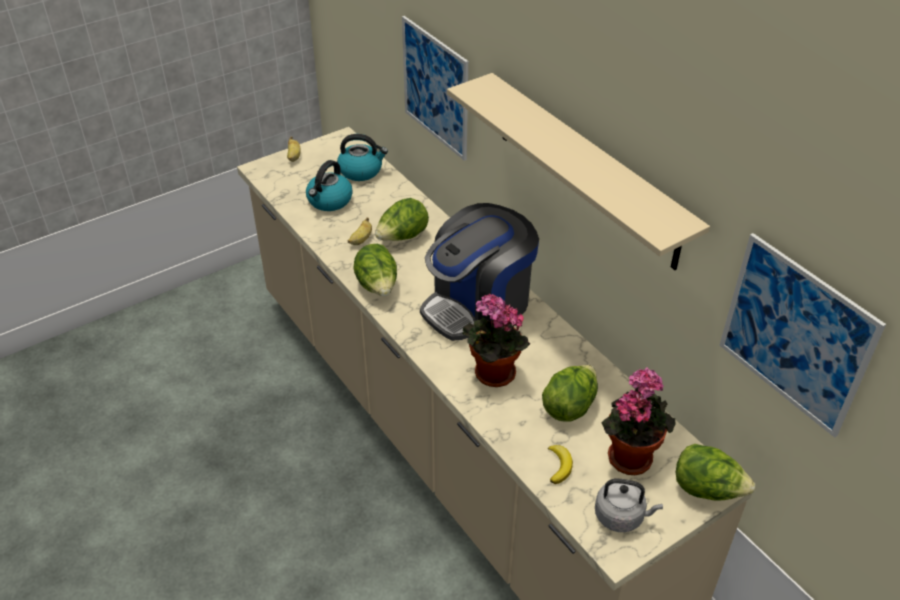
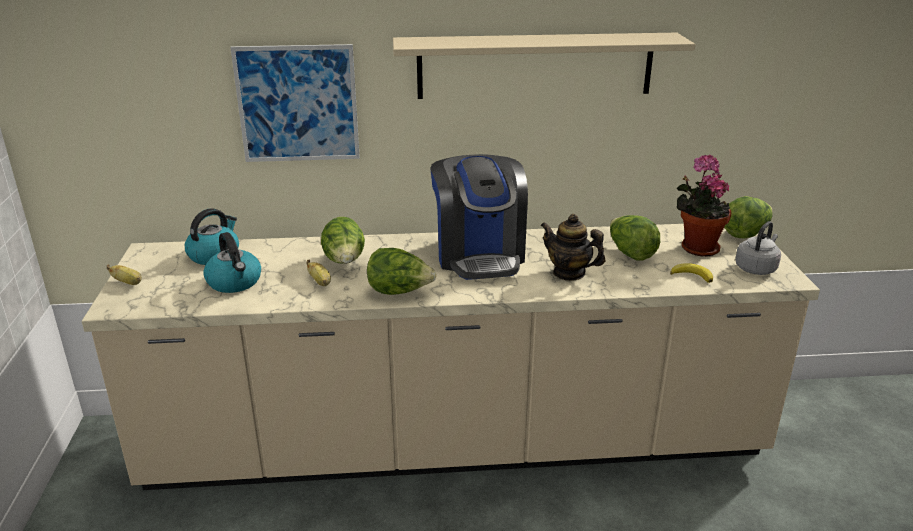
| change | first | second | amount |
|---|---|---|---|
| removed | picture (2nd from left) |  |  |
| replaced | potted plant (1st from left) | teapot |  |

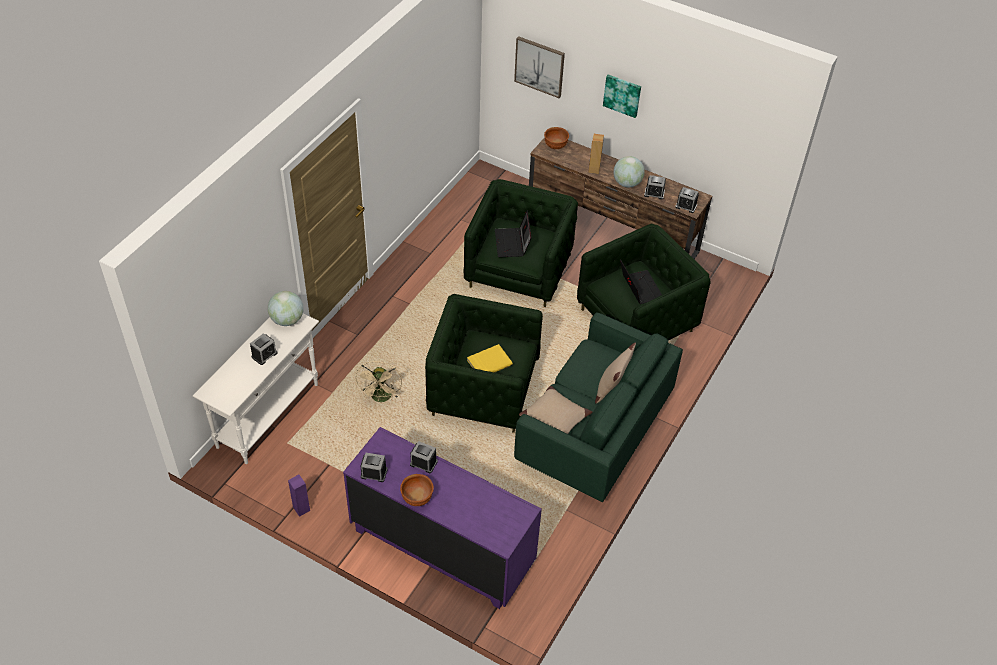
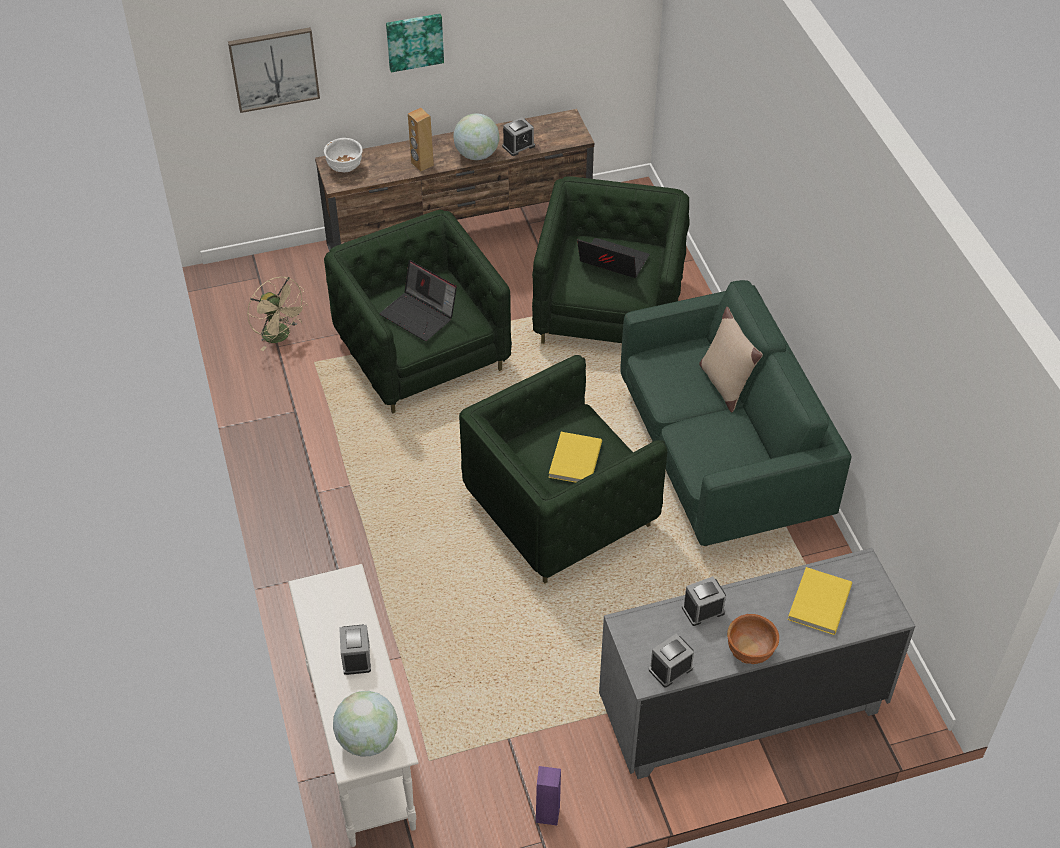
| change | first | second | amount |
|---|---|---|---|
| recoloured | bowl/brown (2nd from left) | bowl/white |  |
| removed | alarm clock (5th from left) |  |  |
| moved | globe (1st from left) |  |  |
| moved | fan/beige |  |  |
| removed | pillow/beige (1st from left) |  |  |
| recoloured | dresser/purple | dresser/grey |  |
| added |  | book/yellow (2nd from left) |  |

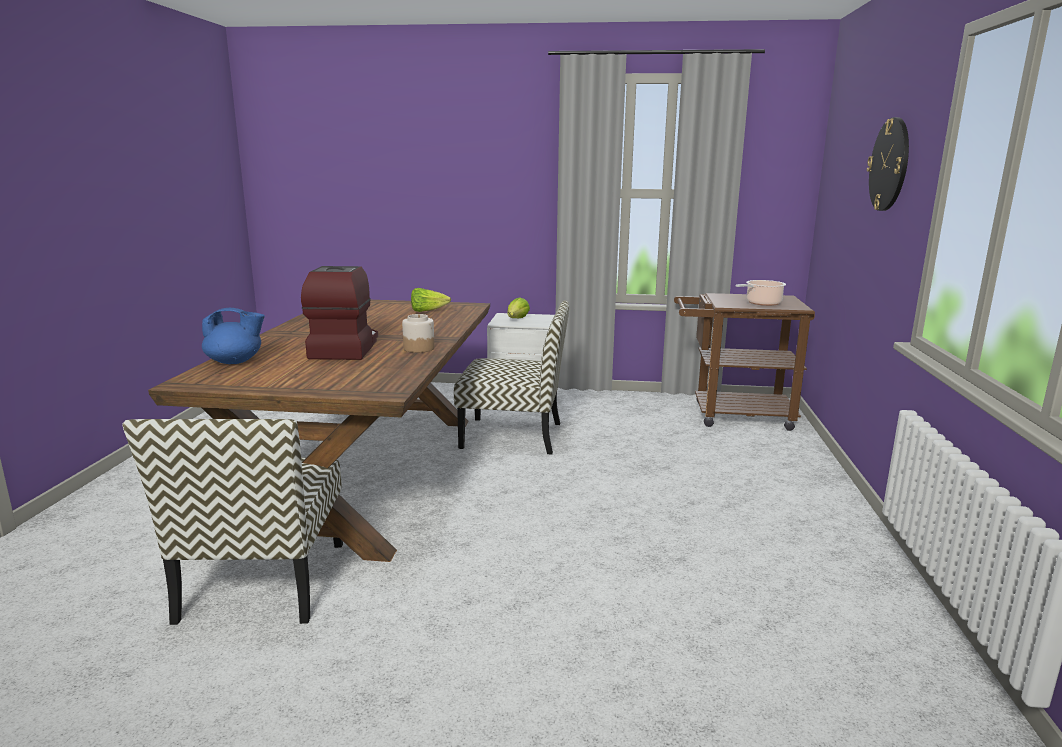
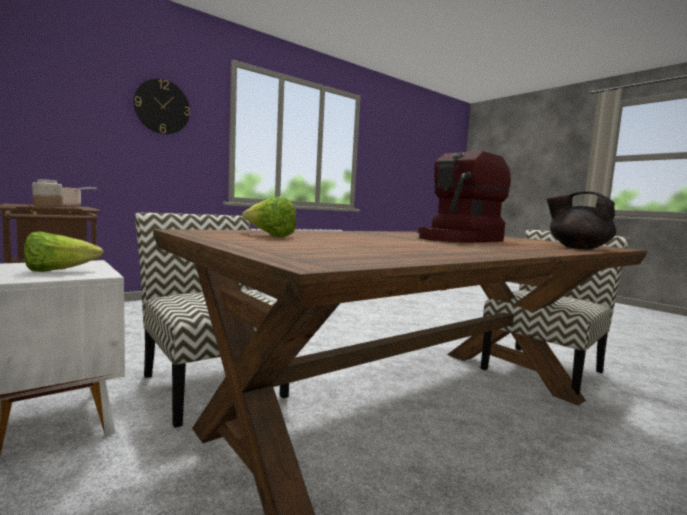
| change | first | second | amount |
|---|---|---|---|
| recoloured | teapot/blue | teapot/black |  |
| moved | jar |  |  |

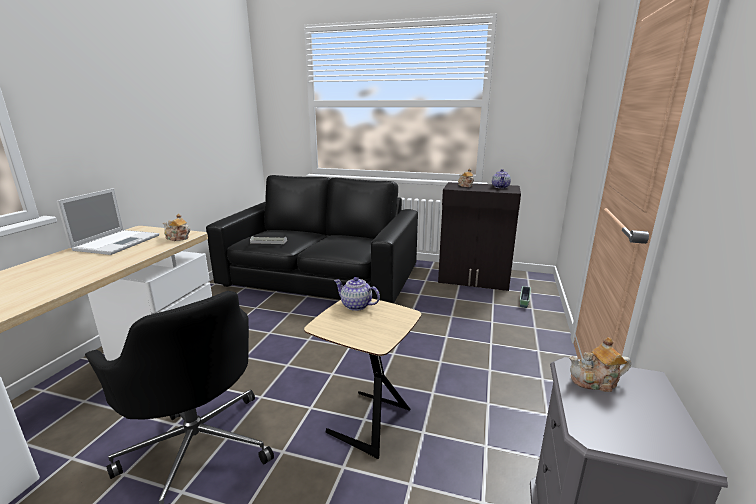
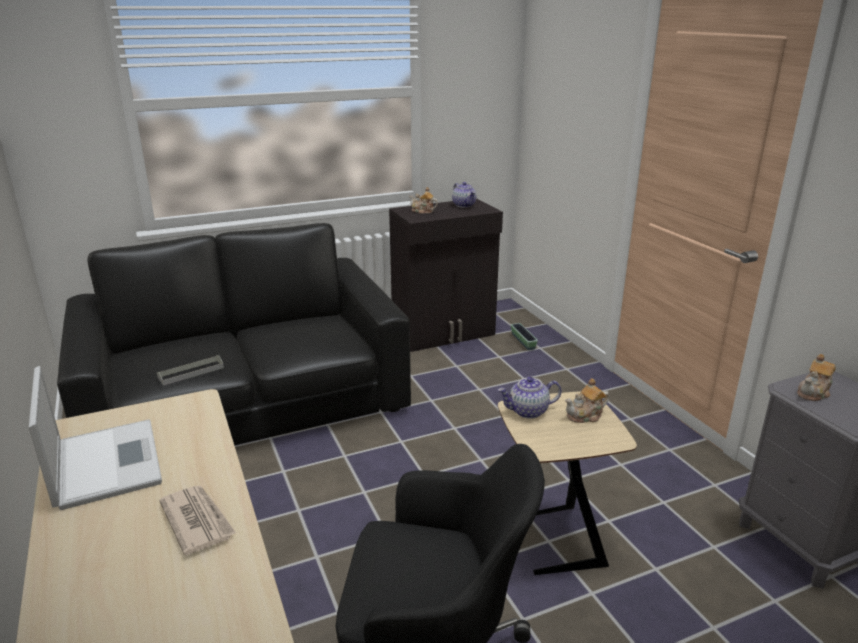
| change | first | second | amount |
|---|---|---|---|
| moved | teapot (1st from left in the first image) | teapot (4th from left) |  |
| added |  | newspaper |  |

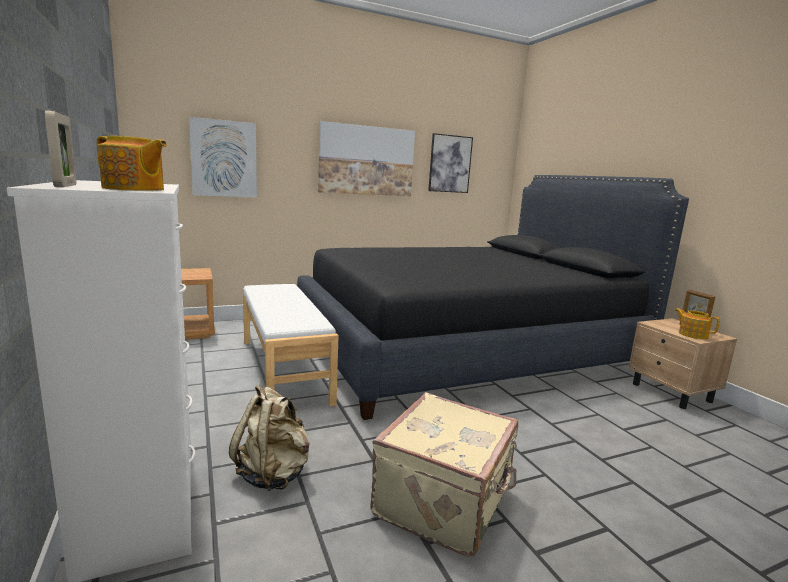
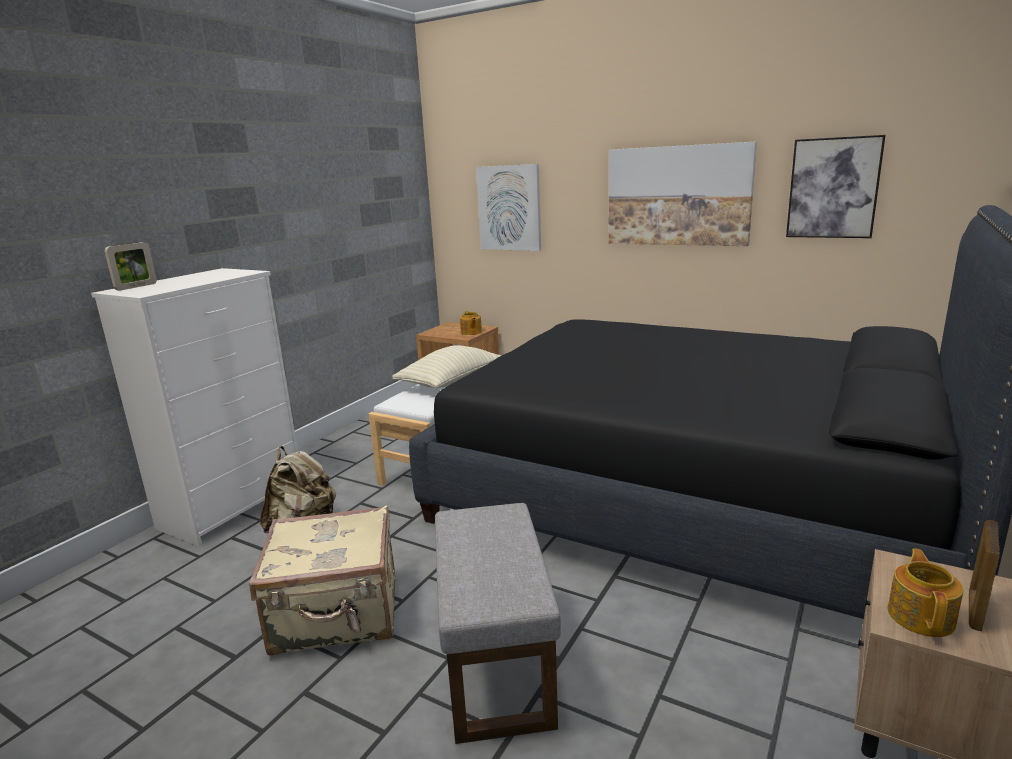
| change | first | second | amount |
|---|---|---|---|
| moved | teapot (1st from left) |  |  |
| added |  | pillow/beige |  |
| added |  | ottoman/grey |  |

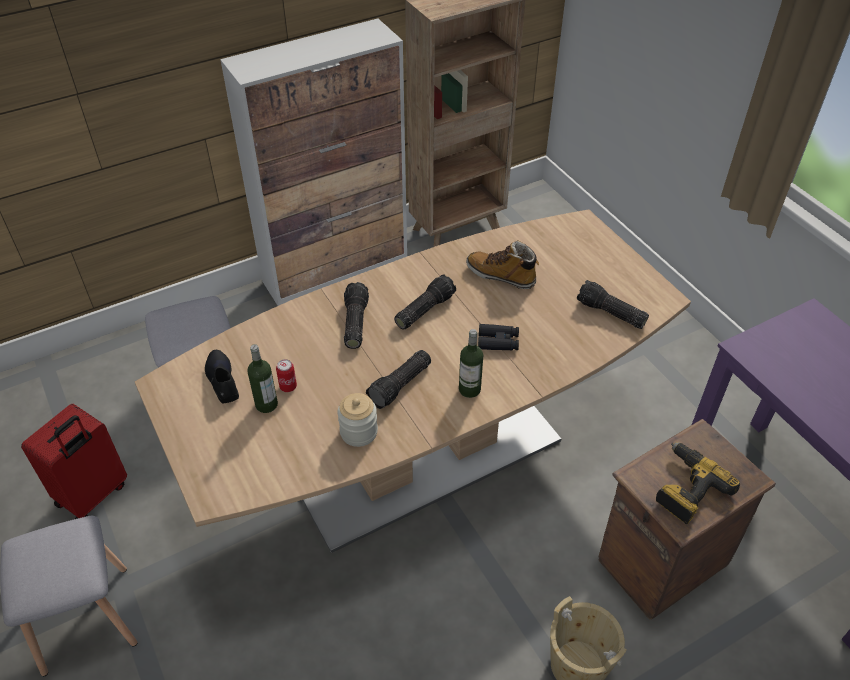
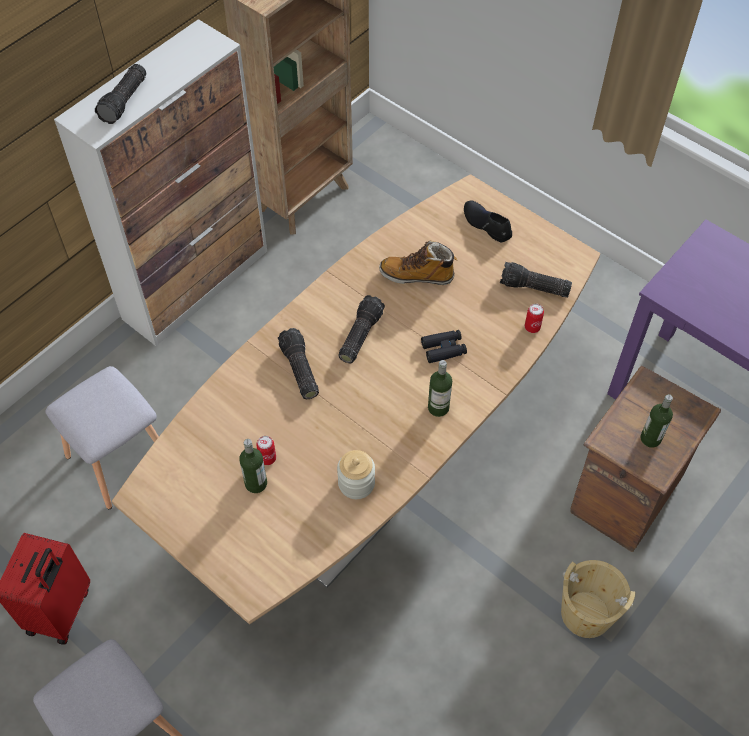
| change | first | second | amount |
|---|---|---|---|
| moved | shoe/black |  |  |
| moved | flashlight (2nd from left in the first image) | flashlight (1st from left) |  |
| replaced | power drill | bottle (3rd from left) |  |
| added |  | can (2nd from left) |  |

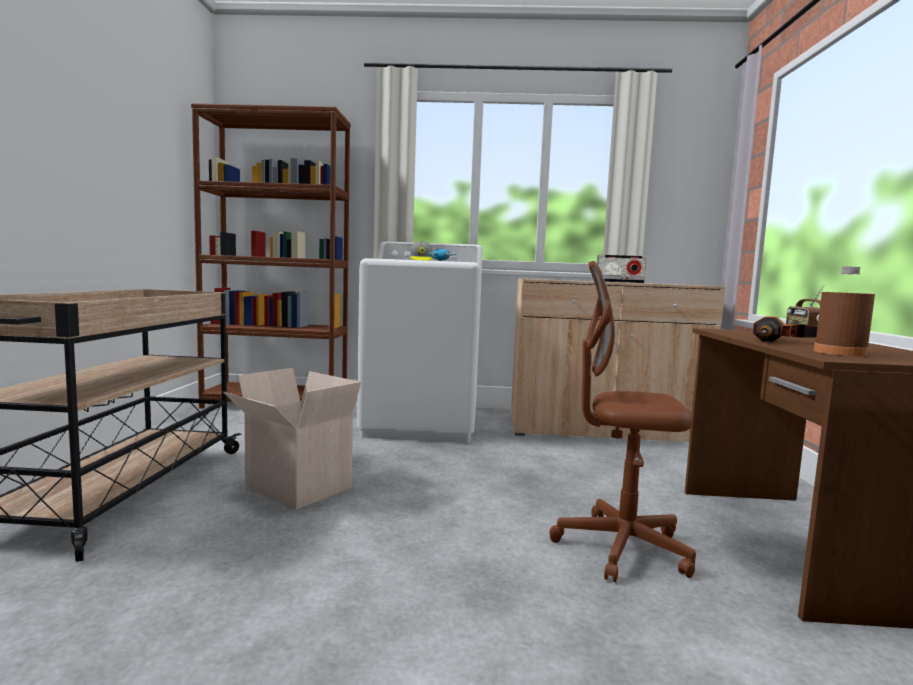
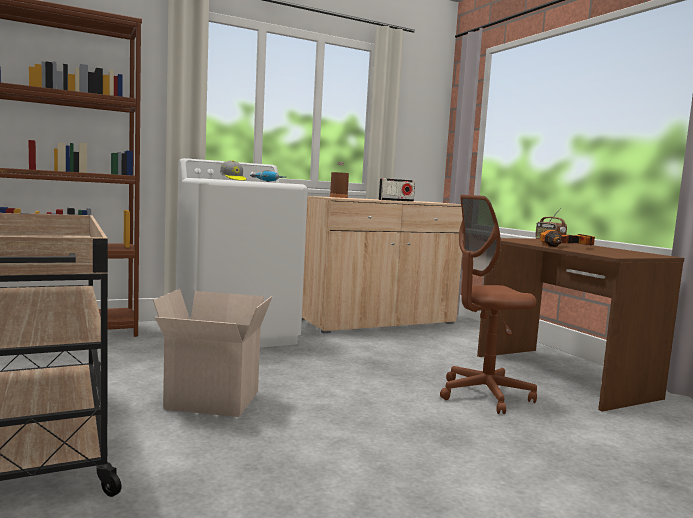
| change | first | second | amount |
|---|---|---|---|
| moved | bottle/brown |  |  |

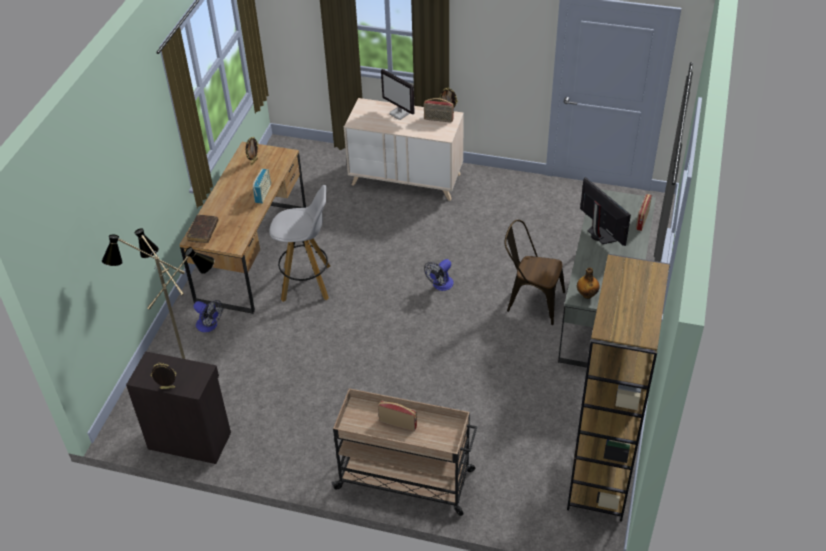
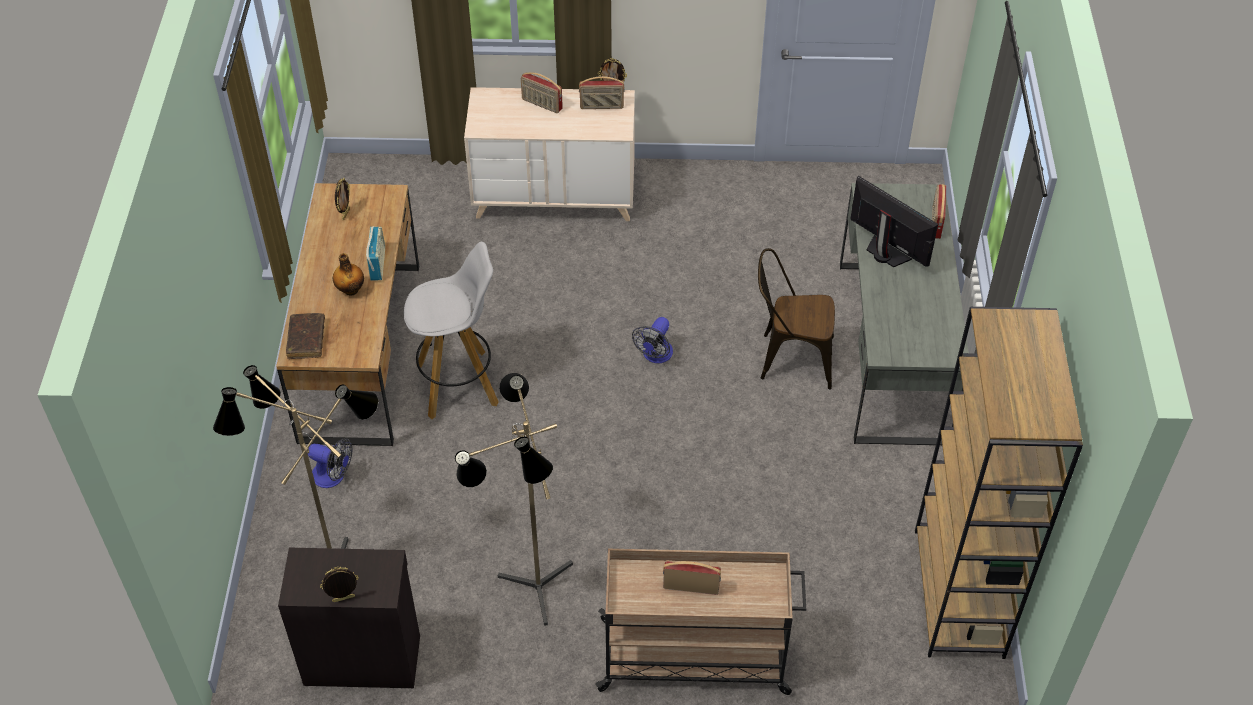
| change | first | second | amount |
|---|---|---|---|
| replaced | monitor (1st from left) | radio (2nd from left) |  |
| moved | bottle |  |  |
| added |  | floor lamp (2nd from left) |  |

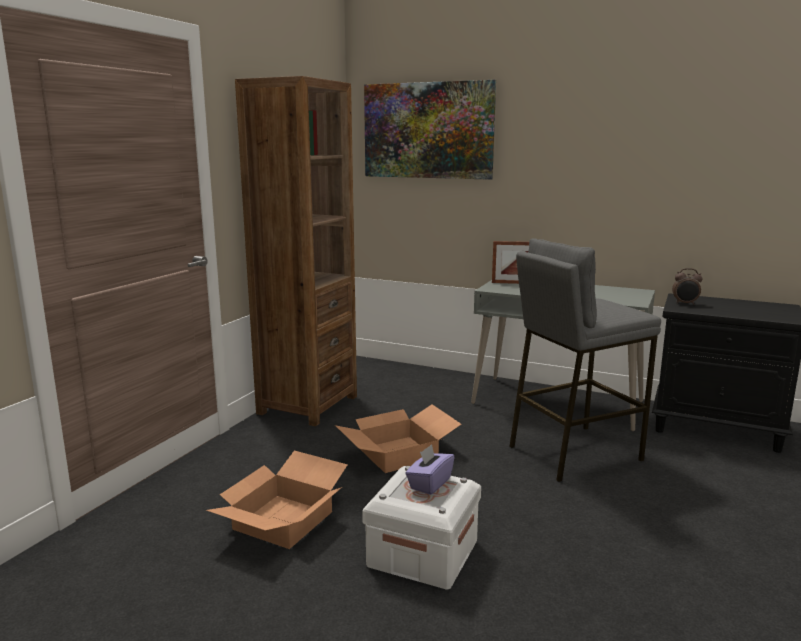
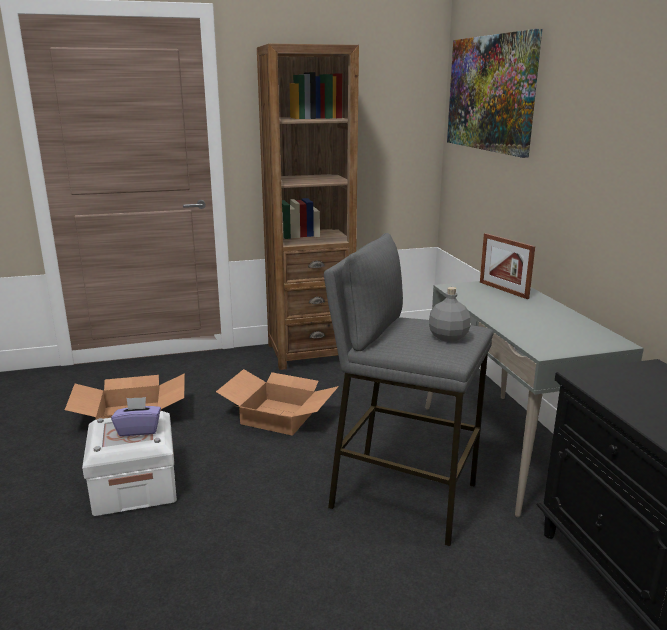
| change | first | second | amount |
|---|---|---|---|
| removed | alarm clock |  |  |
| added |  | bottle/grey |  |

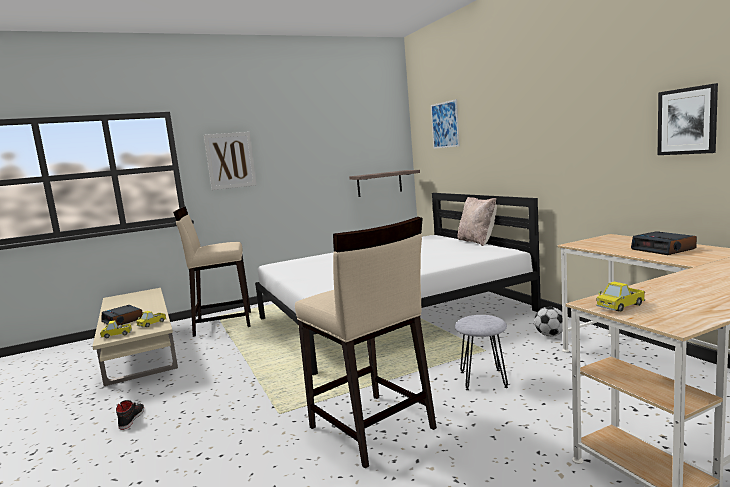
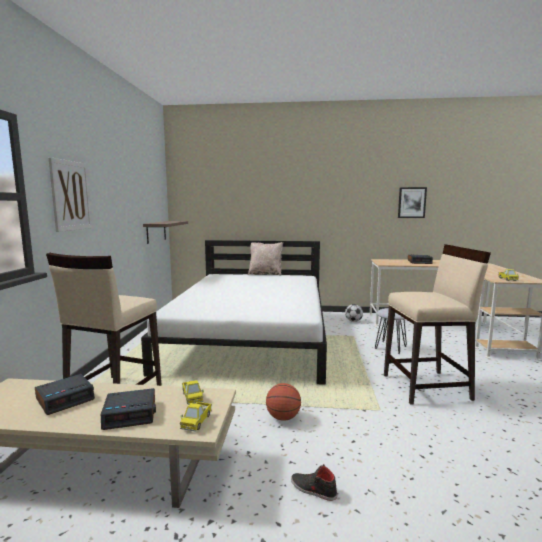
| change | first | second | amount |
|---|---|---|---|
| removed | picture (2nd from left) |  |  |
| added |  | alarm clock (1st from left) |  |
| added |  | basketball |  |

